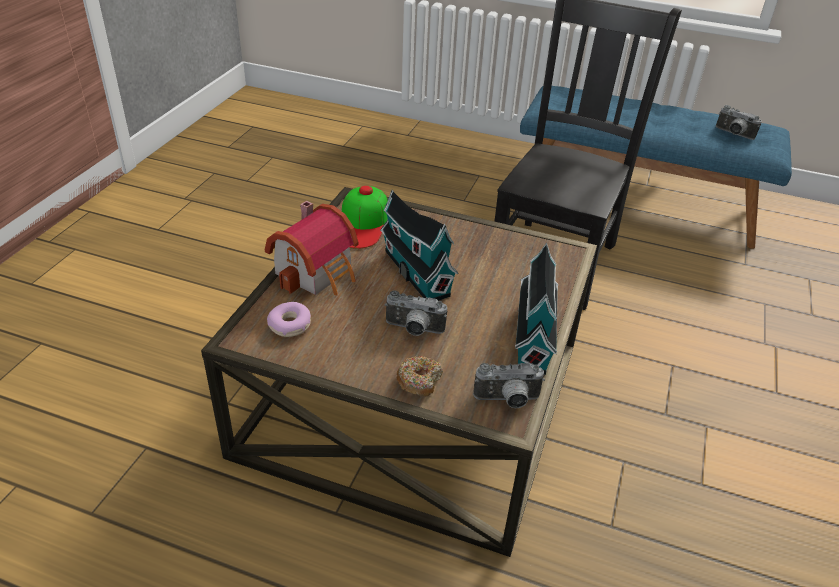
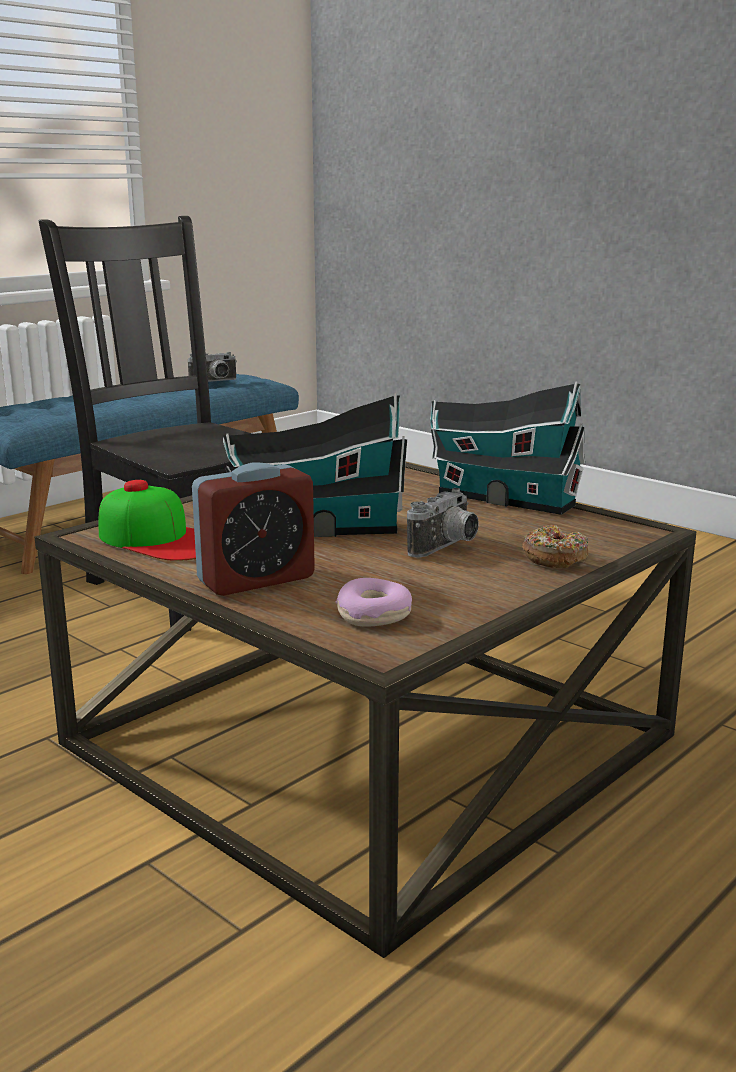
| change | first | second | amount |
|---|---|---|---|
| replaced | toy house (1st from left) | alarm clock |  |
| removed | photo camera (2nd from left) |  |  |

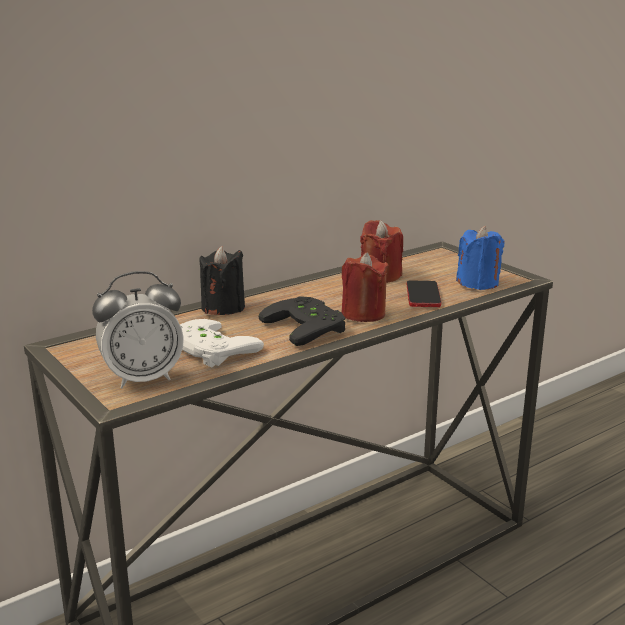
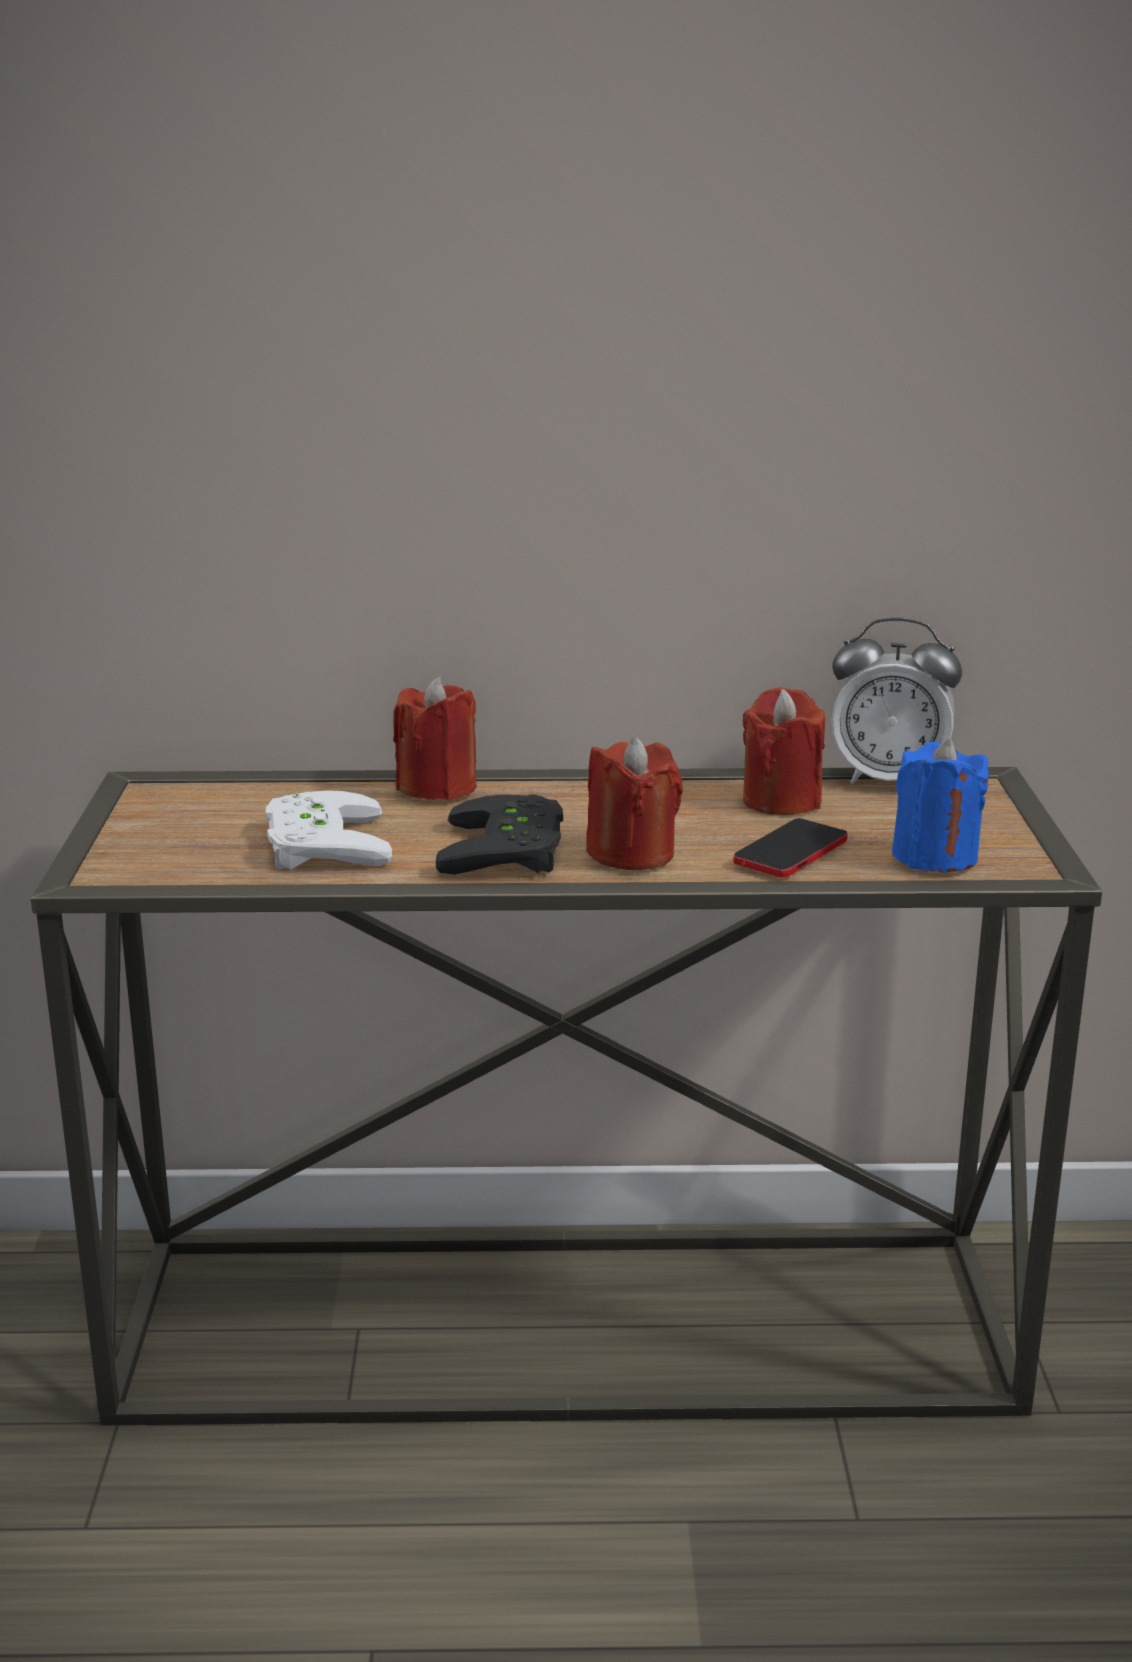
| change | first | second | amount |
|---|---|---|---|
| recoloured | candle/black | candle/red (1st from left) |  |
| moved | alarm clock |  |  |

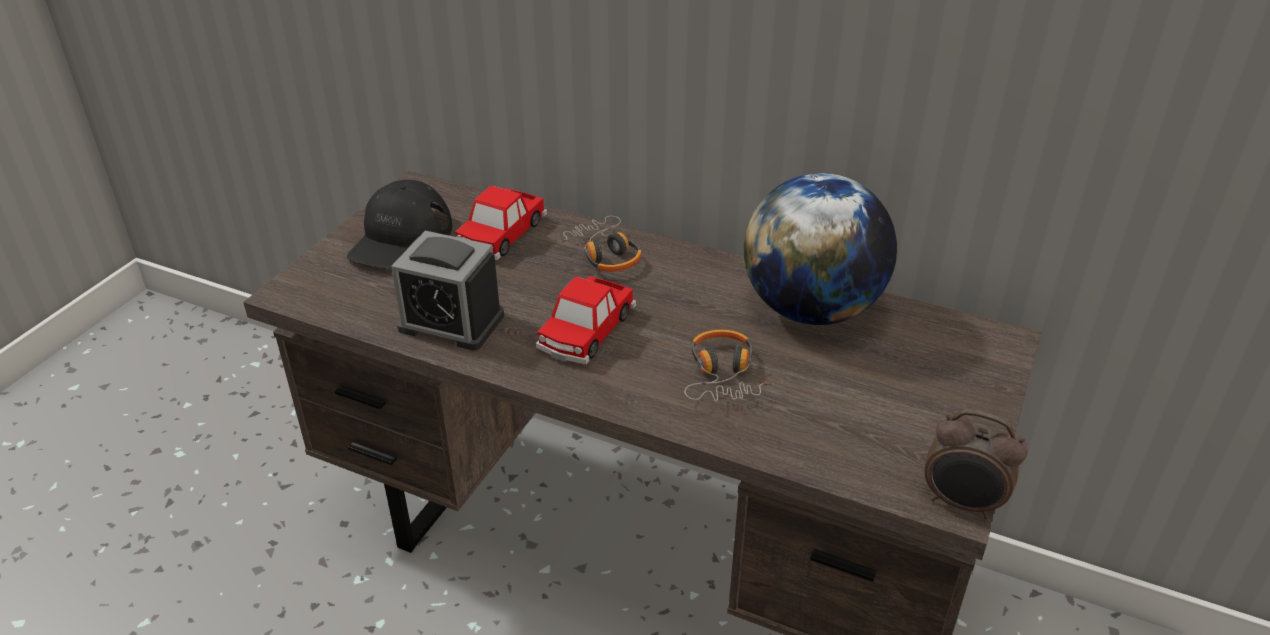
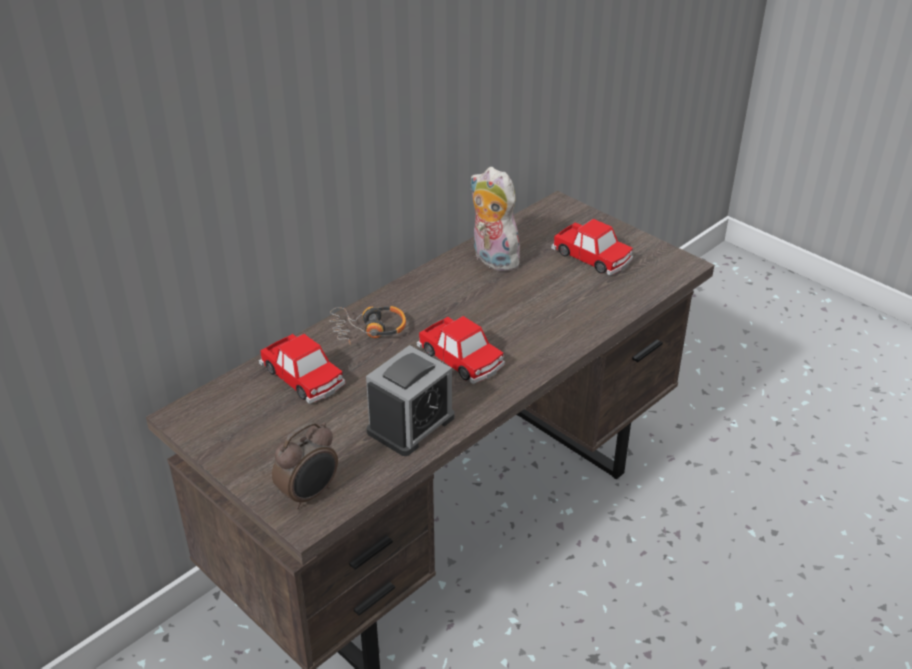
| change | first | second | amount |
|---|---|---|---|
| replaced | globe | plush toy |  |
| removed | cap/black |  |  |
| removed | headphones (2nd from left) |  |  |
| moved | alarm clock (2nd from left in the first image) | alarm clock (1st from left) |  |
| added |  | toy car (3rd from left) |  |

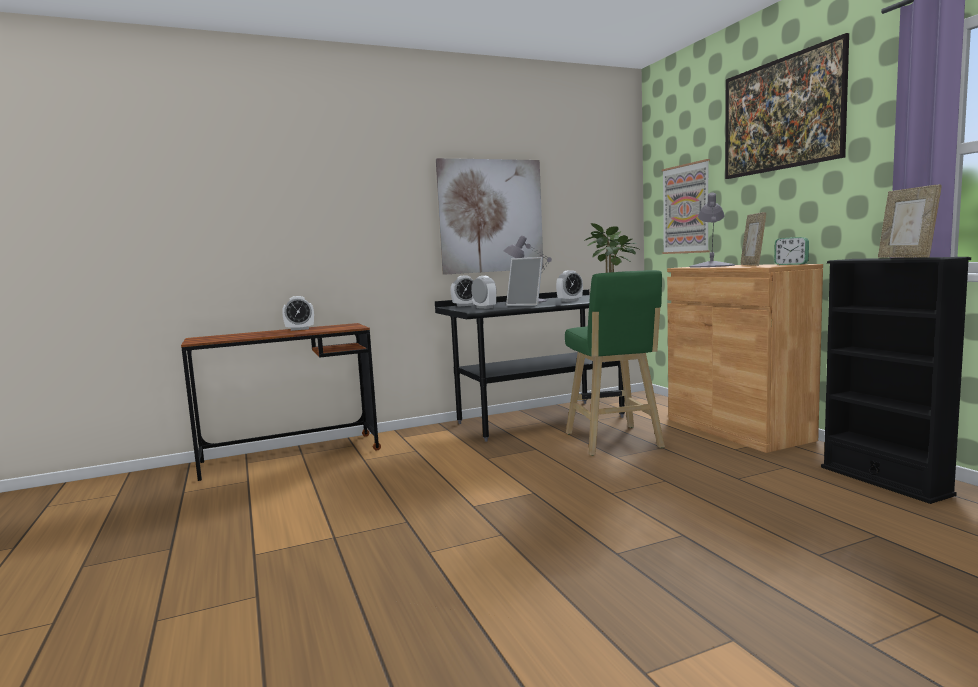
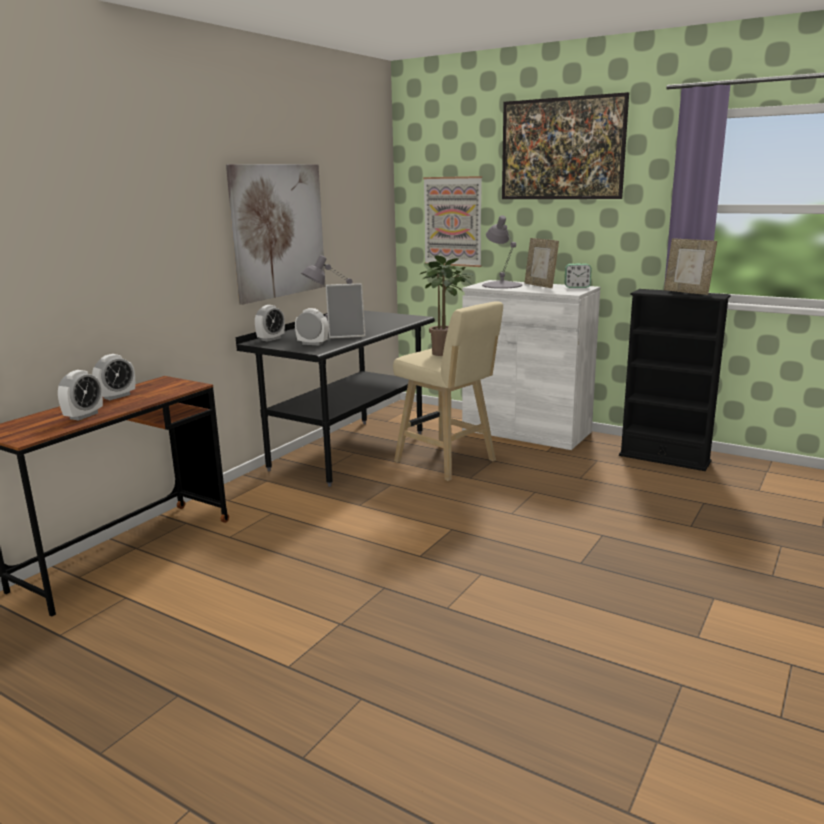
| change | first | second | amount |
|---|---|---|---|
| recoloured | cabinet/brown | cabinet/white |  |
| moved | alarm clock (4th from left in the first image) | alarm clock (1st from left) |  |
| recoloured | stool/green | stool/beige |  |

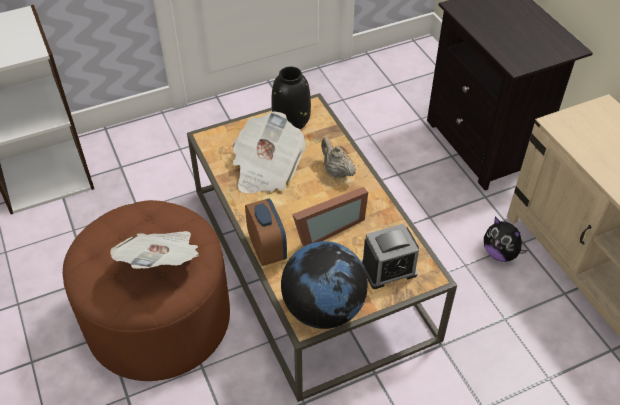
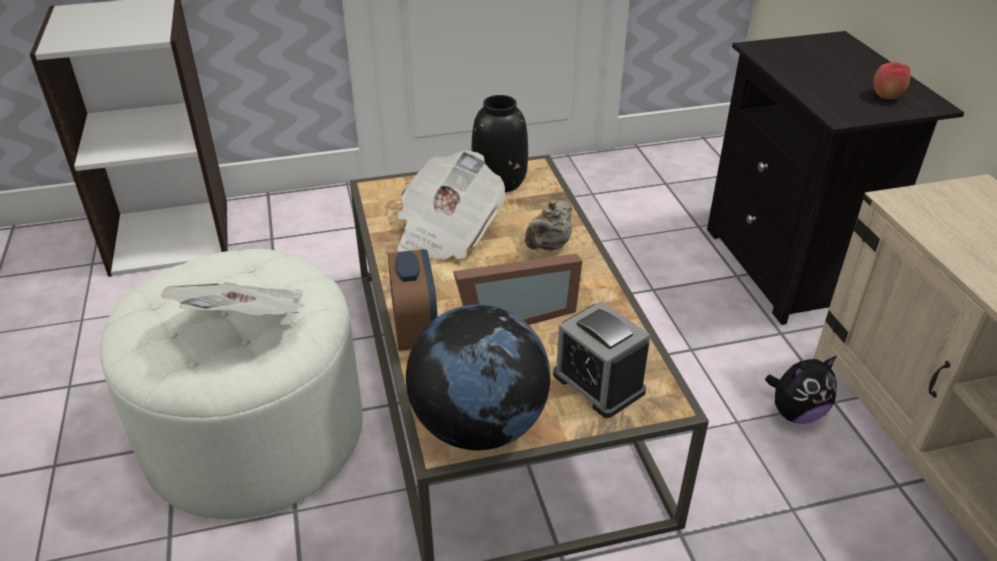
| change | first | second | amount |
|---|---|---|---|
| turned | teapot/beige |  | 120 degrees counterclockwise |
| recoloured | ottoman/brown | ottoman/white |  |
| turned | plush toy |  | 75 degrees counterclockwise |
| turned | alarm clock (2nd from left) |  | 60 degrees clockwise |
| added |  | apple |  |

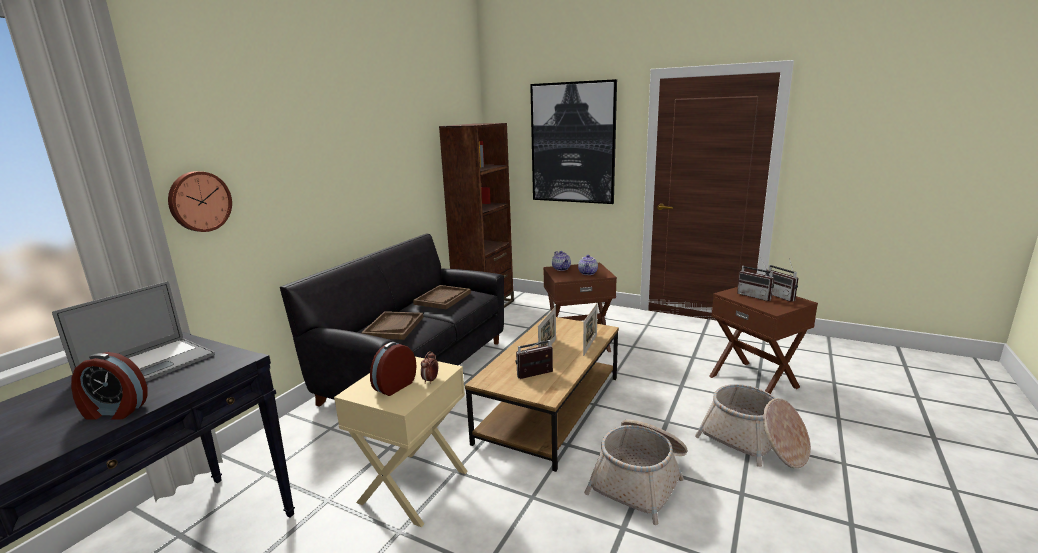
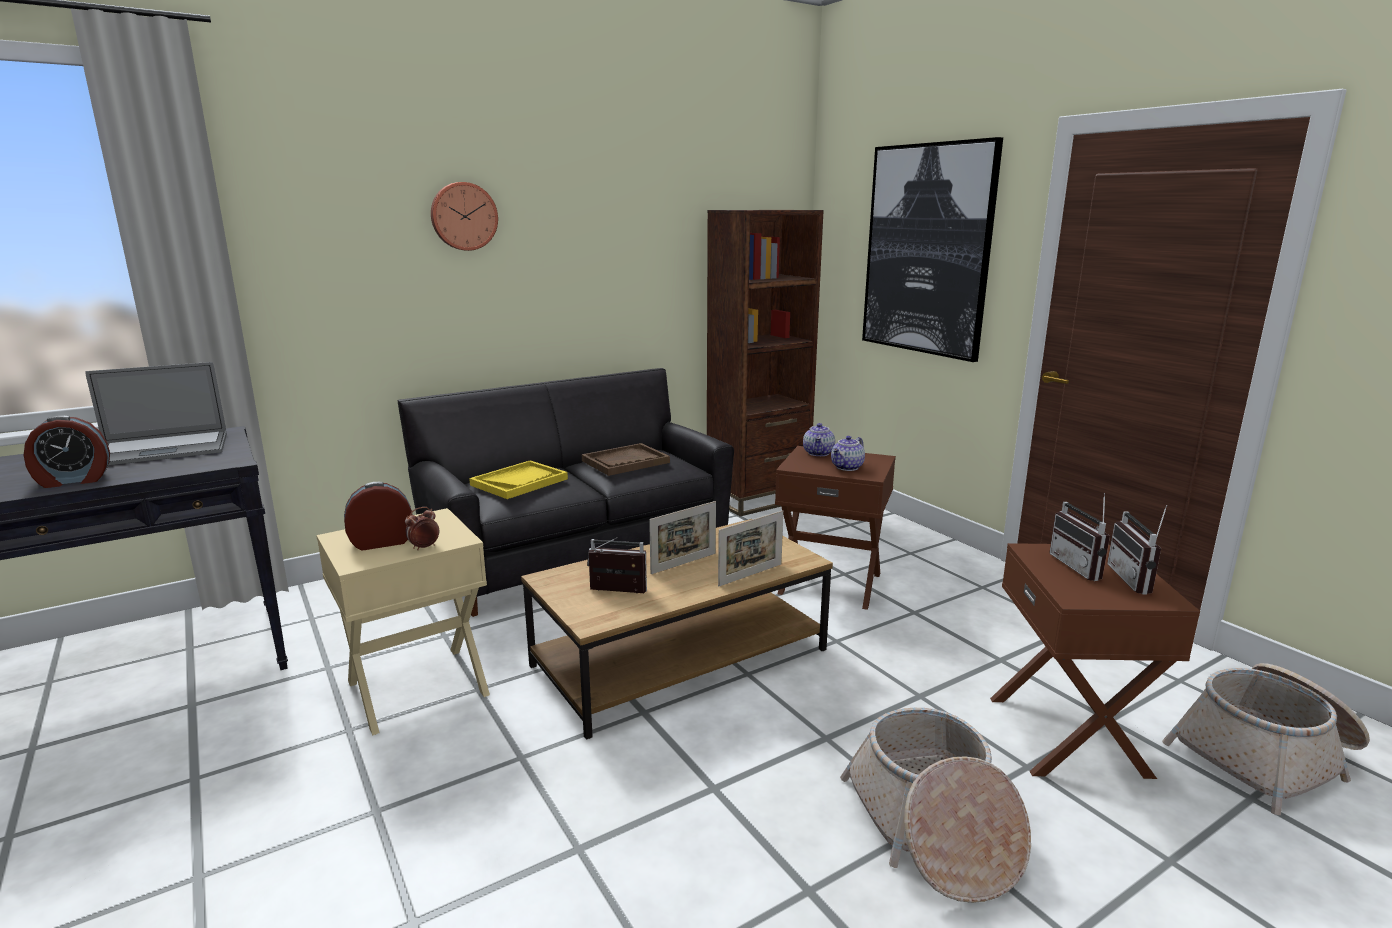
| change | first | second | amount |
|---|---|---|---|
| moved | wall clock |  |  |
| recoloured | tray/brown (1st from left) | tray/yellow |  |
| turned | alarm clock (1st from left) |  | 60 degrees counterclockwise |
| moved | basket (1st from left in the first image) | basket (2nd from left) |  |

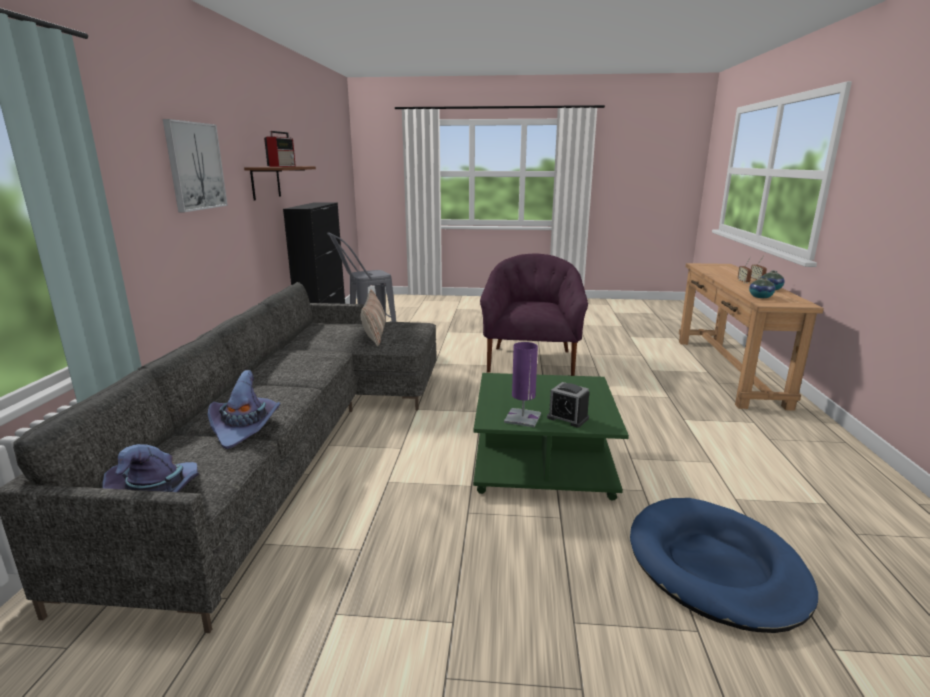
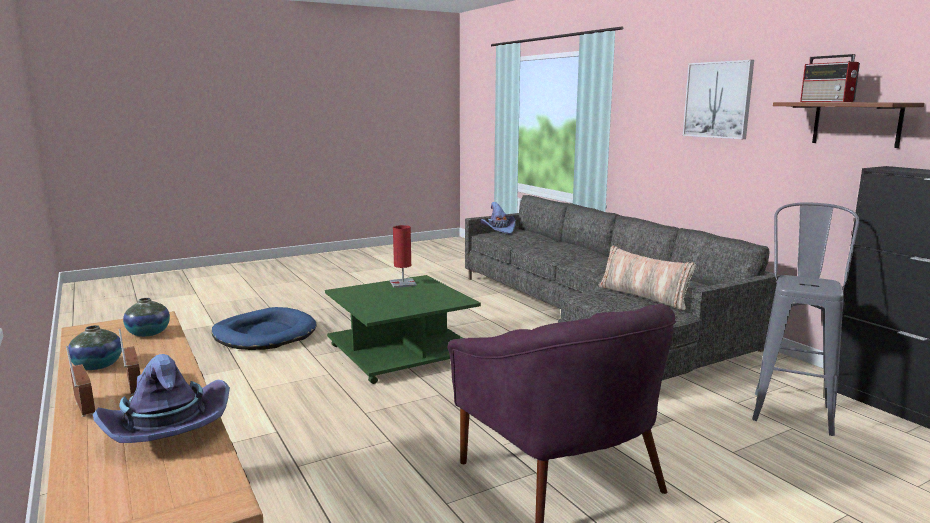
| change | first | second | amount |
|---|---|---|---|
| recoloured | table lamp/purple | table lamp/red |  |
| moved | hat/purple (2nd from left in the first image) | hat/purple (1st from left) |  |
| removed | alarm clock |  |  |

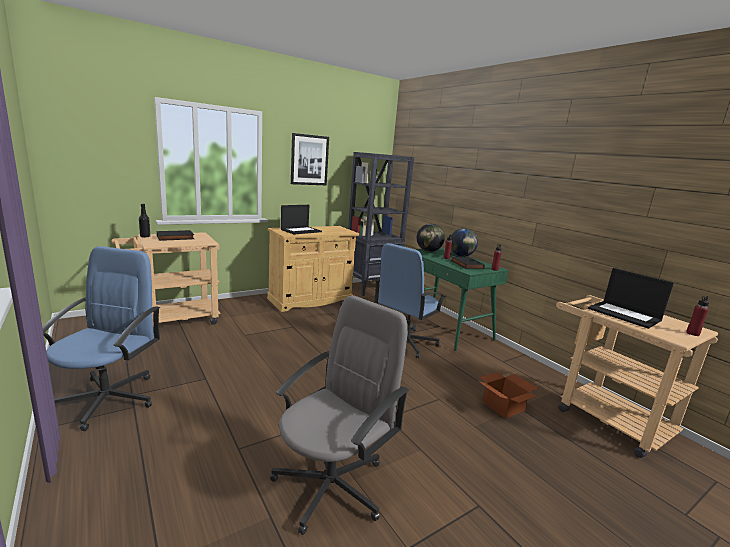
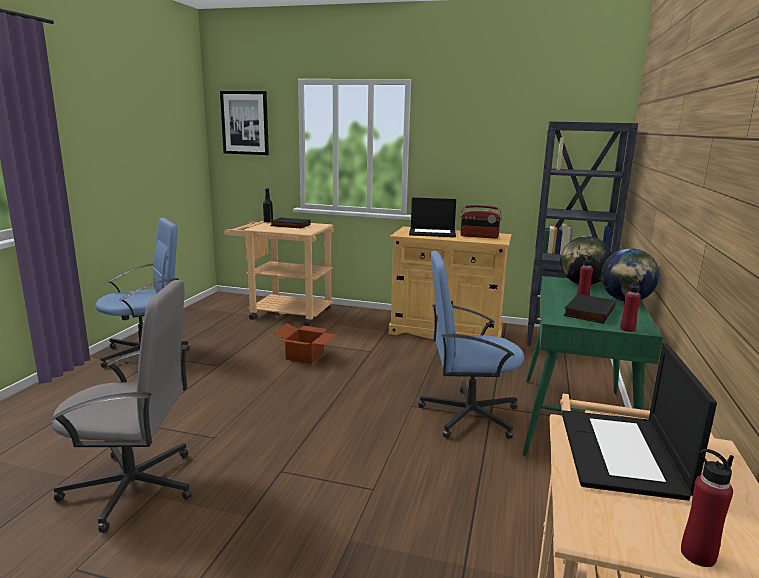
| change | first | second | amount |
|---|---|---|---|
| moved | picture |  |  |
| moved | cardboard box |  |  |
| added |  | radio |  |

